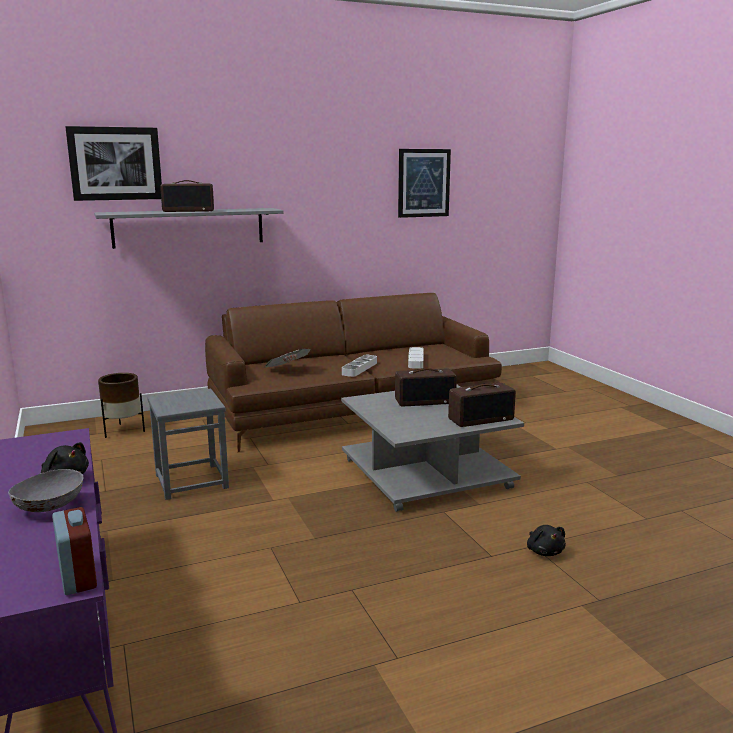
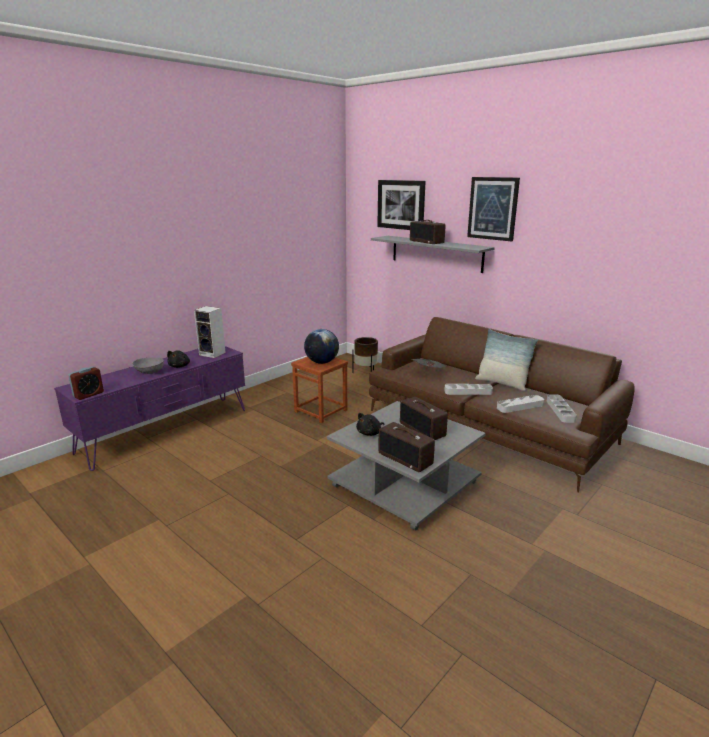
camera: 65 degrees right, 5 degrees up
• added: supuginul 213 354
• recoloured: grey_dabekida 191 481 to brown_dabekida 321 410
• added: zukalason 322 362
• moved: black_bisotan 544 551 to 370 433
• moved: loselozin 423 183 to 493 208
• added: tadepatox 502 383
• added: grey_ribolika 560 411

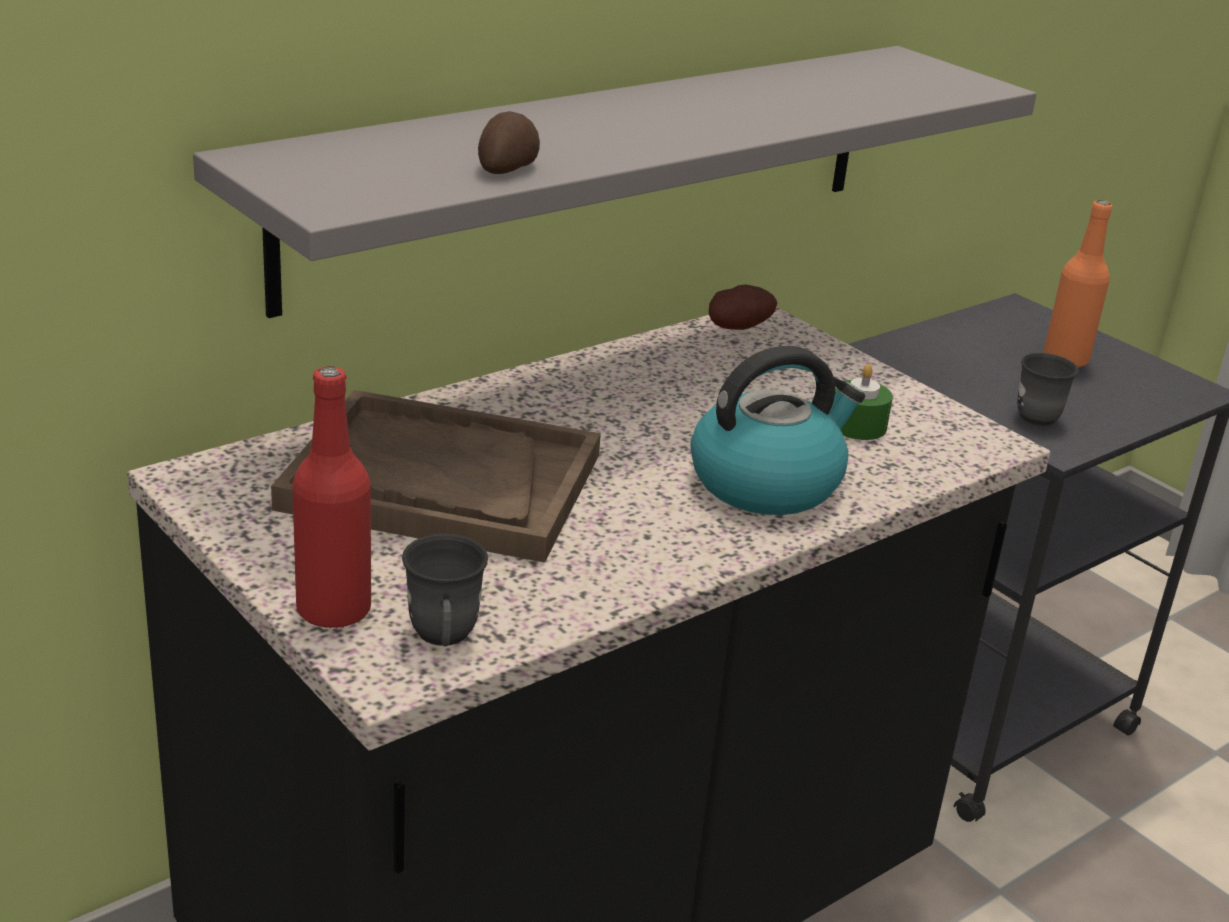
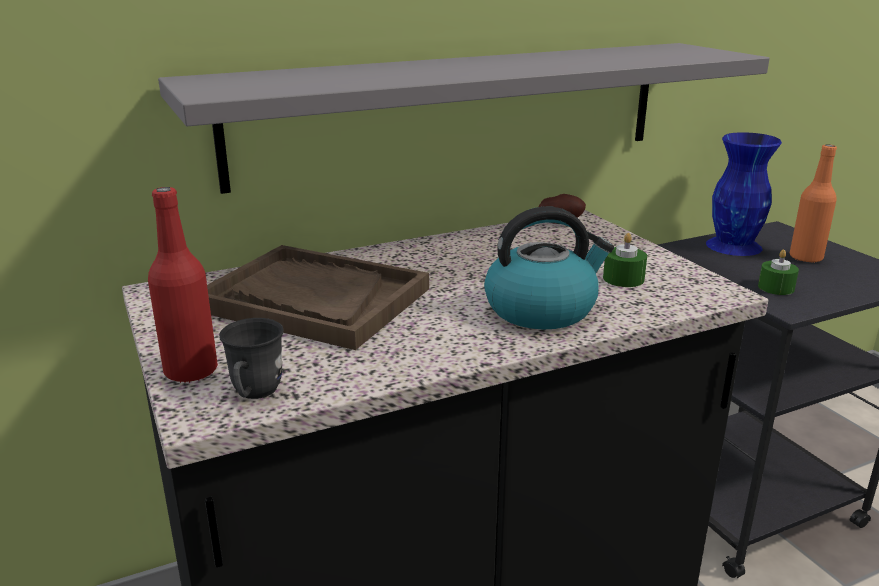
camera: 15 degrees right, 5 degrees down
• added: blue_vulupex 735 246
• replaced: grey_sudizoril 1034 413 to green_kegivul 776 287
• removed: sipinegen 506 167

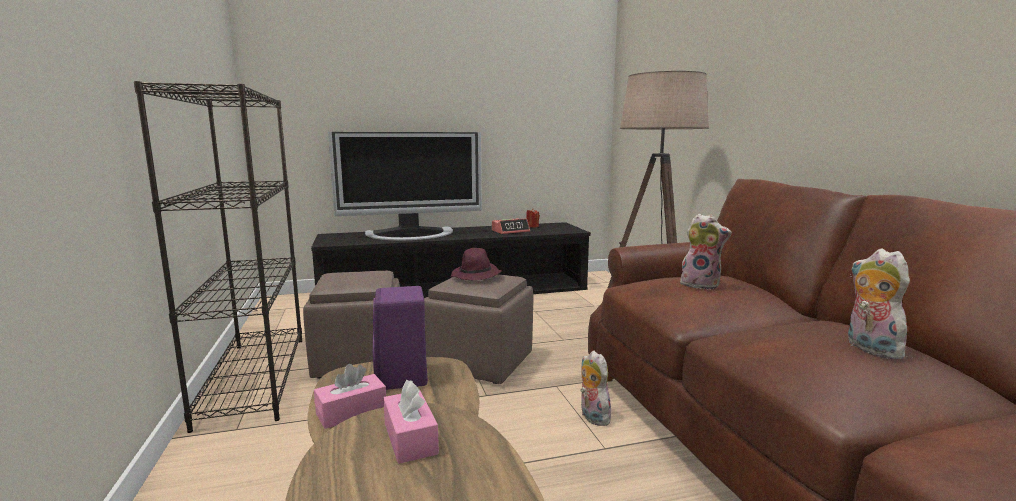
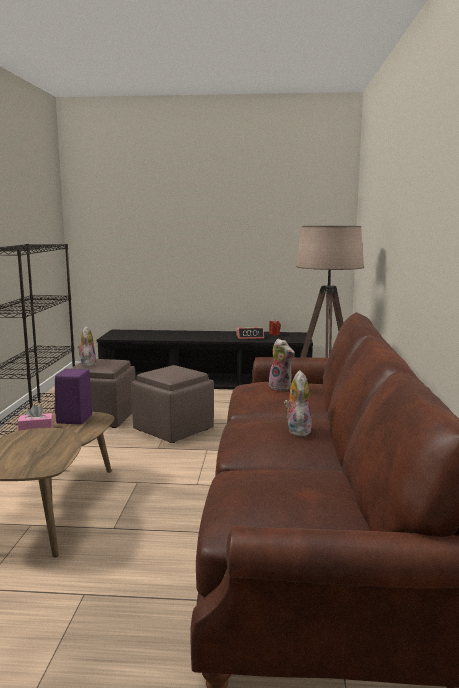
camera: 20 degrees right, 0 degrees up
• moved: bisotan 592 417 to 87 364
• removed: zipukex 410 234
• removed: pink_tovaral 410 438
• removed: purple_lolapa 476 276

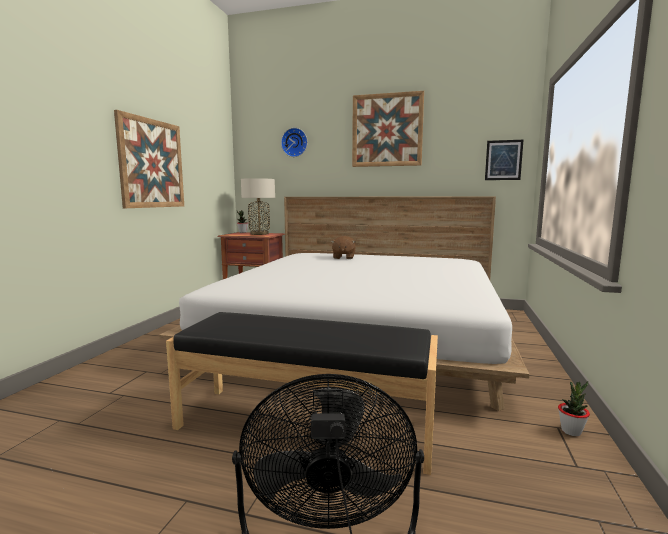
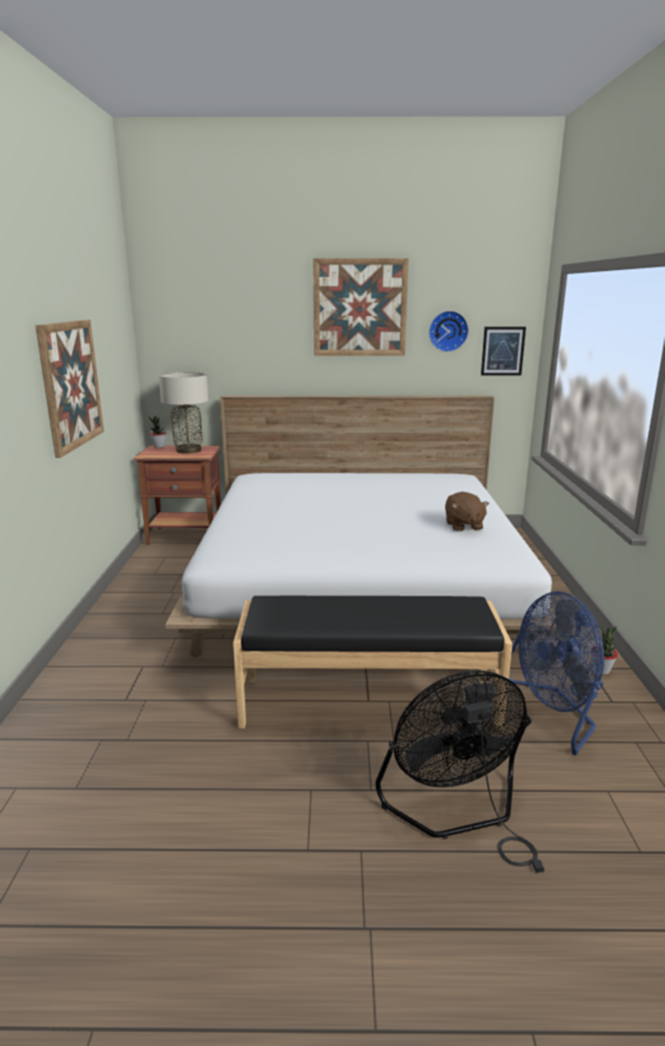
camera: 15 degrees left, 10 degrees up
• moved: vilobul 295 142 to 448 331
• moved: brown_bisotan 343 257 to 463 526
• added: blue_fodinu 557 709

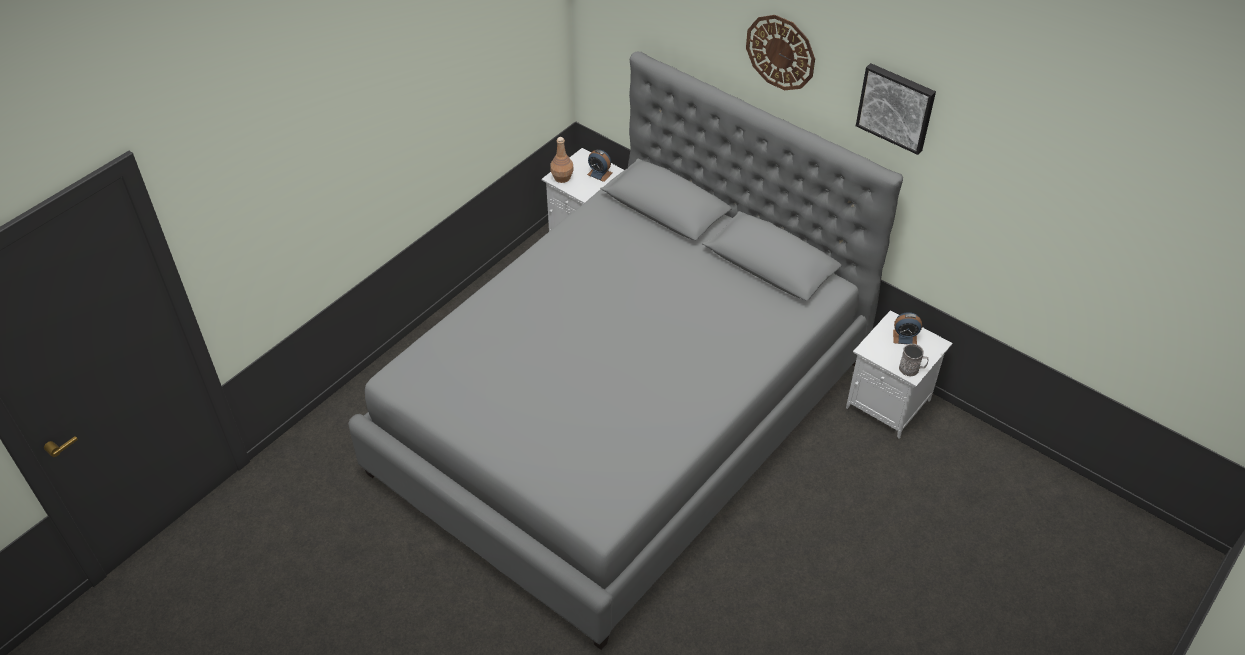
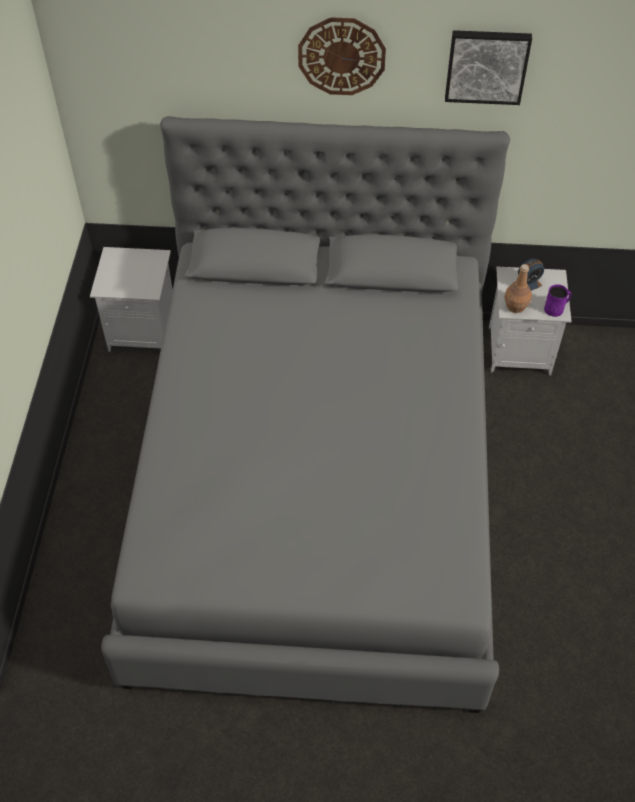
camera: 35 degrees left, 5 degrees up
• moved: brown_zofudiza 562 177 to 515 306
• recoloured: grey_sudizoril 912 369 to purple_sudizoril 556 308
• removed: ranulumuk 599 173

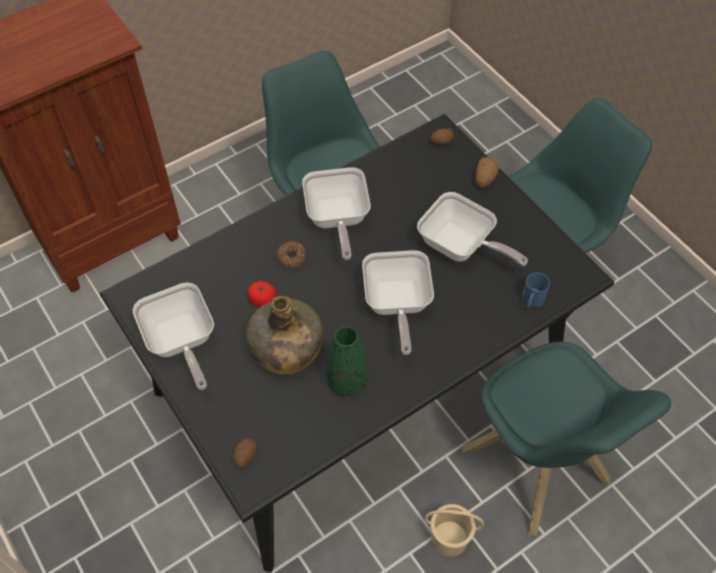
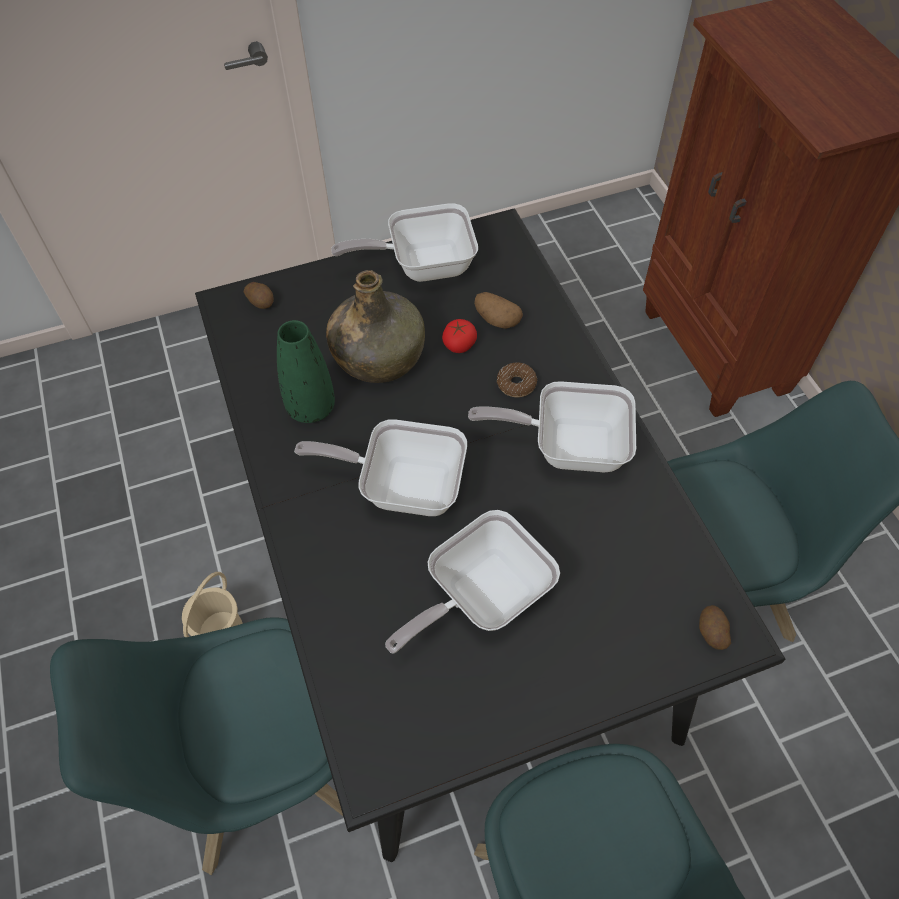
camera: 105 degrees right, 0 degrees up
• moved: sipinegen 484 179 to 496 319
• removed: blue_sudizoril 531 301

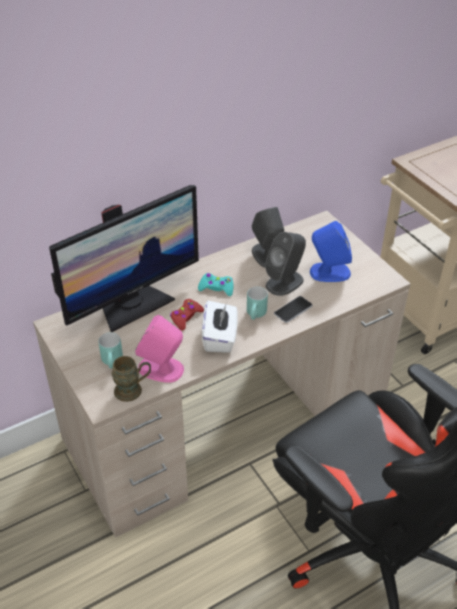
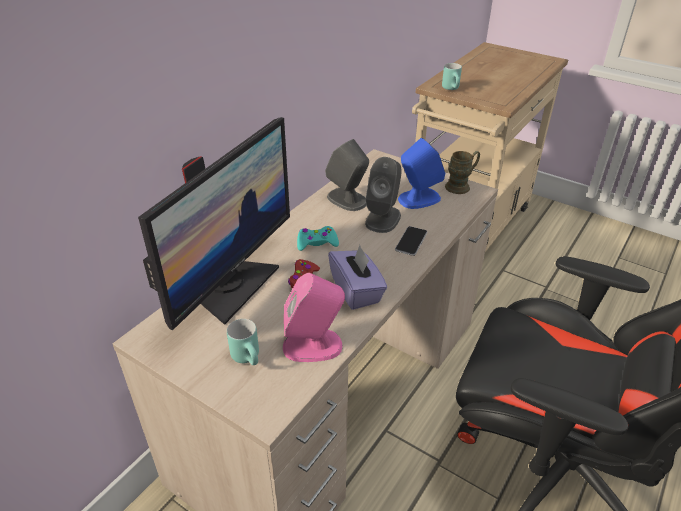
camera: 25 degrees left, 5 degrees down
• recoloured: white_tovaral 220 338 to purple_tovaral 356 291
• moved: turquoise_sudizoril 257 315 to 452 89
• moved: brown_sudizoril 133 390 to 461 186

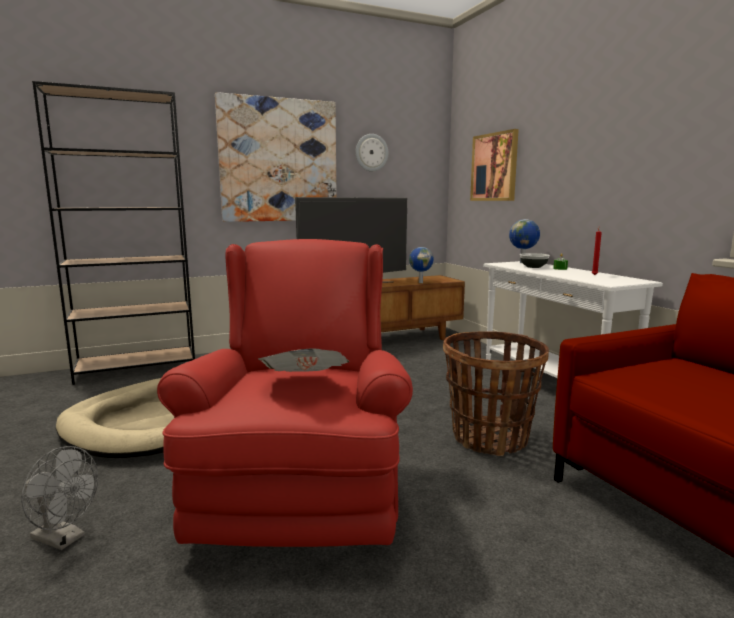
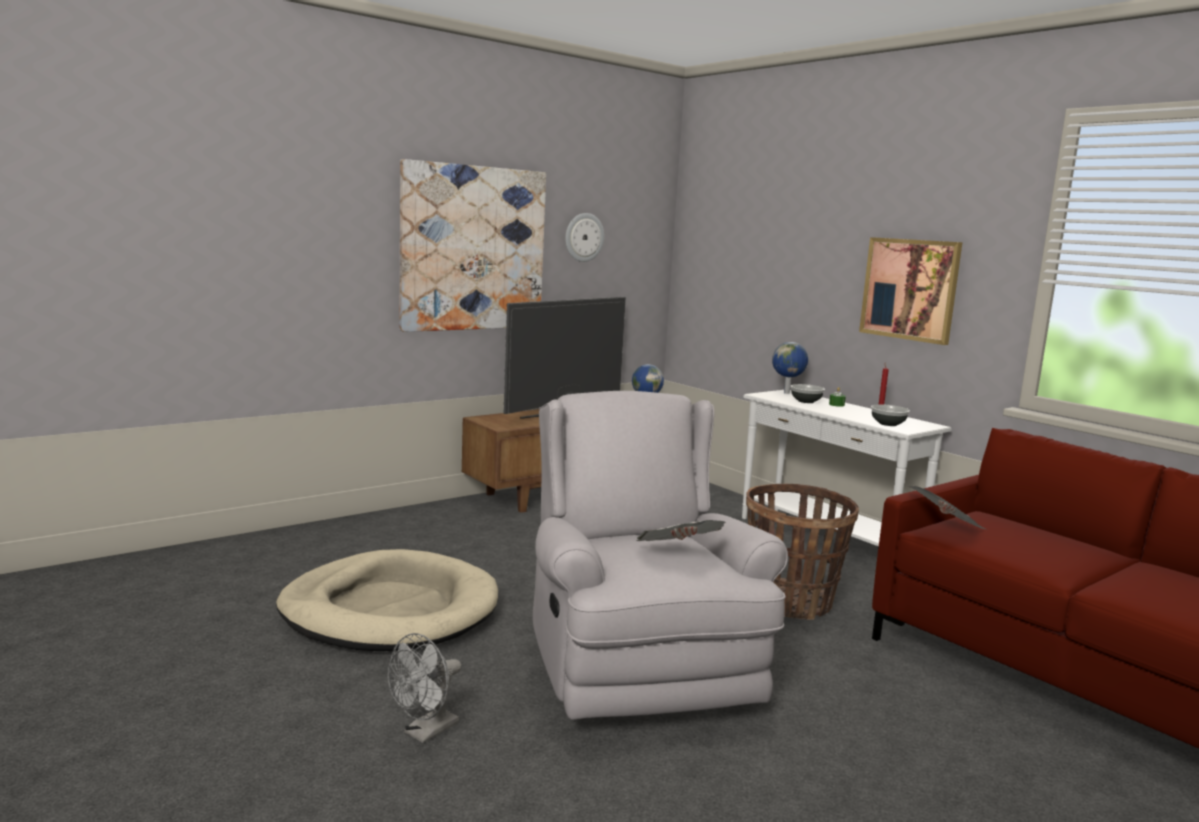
camera: 15 degrees left, 0 degrees up
• turned: grey_fodinu 64 539 = 425 732 120 degrees clockwise
• recoloured: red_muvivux 302 493 to grey_muvivux 636 670
• moved: loselozin 494 167 to 910 289
• added: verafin 888 424
• added: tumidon 946 528
• removed: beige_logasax 137 368

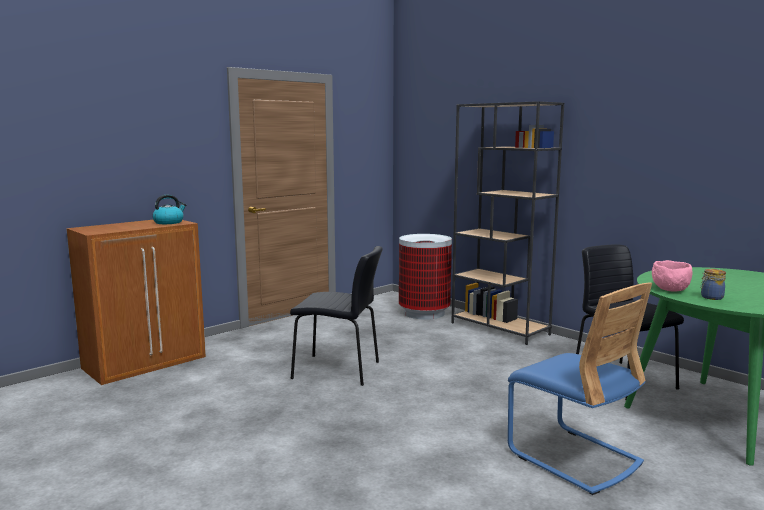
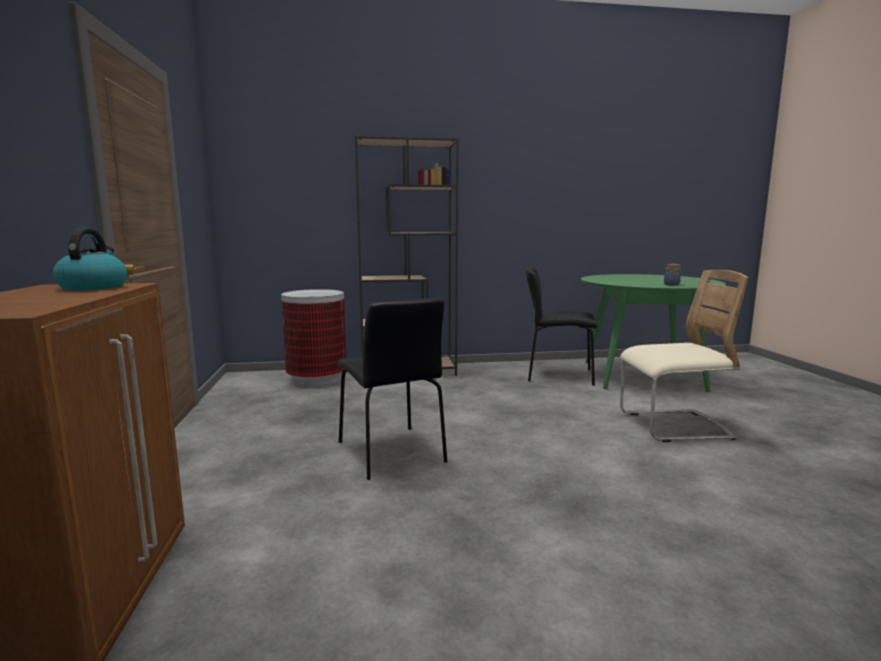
camera: 55 degrees left, 0 degrees up
• turned: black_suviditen 339 370 = 392 453 105 degrees clockwise
• recoloured: blue_suviditen 573 457 to beige_suviditen 673 426
• removed: pink_verafin 669 289

